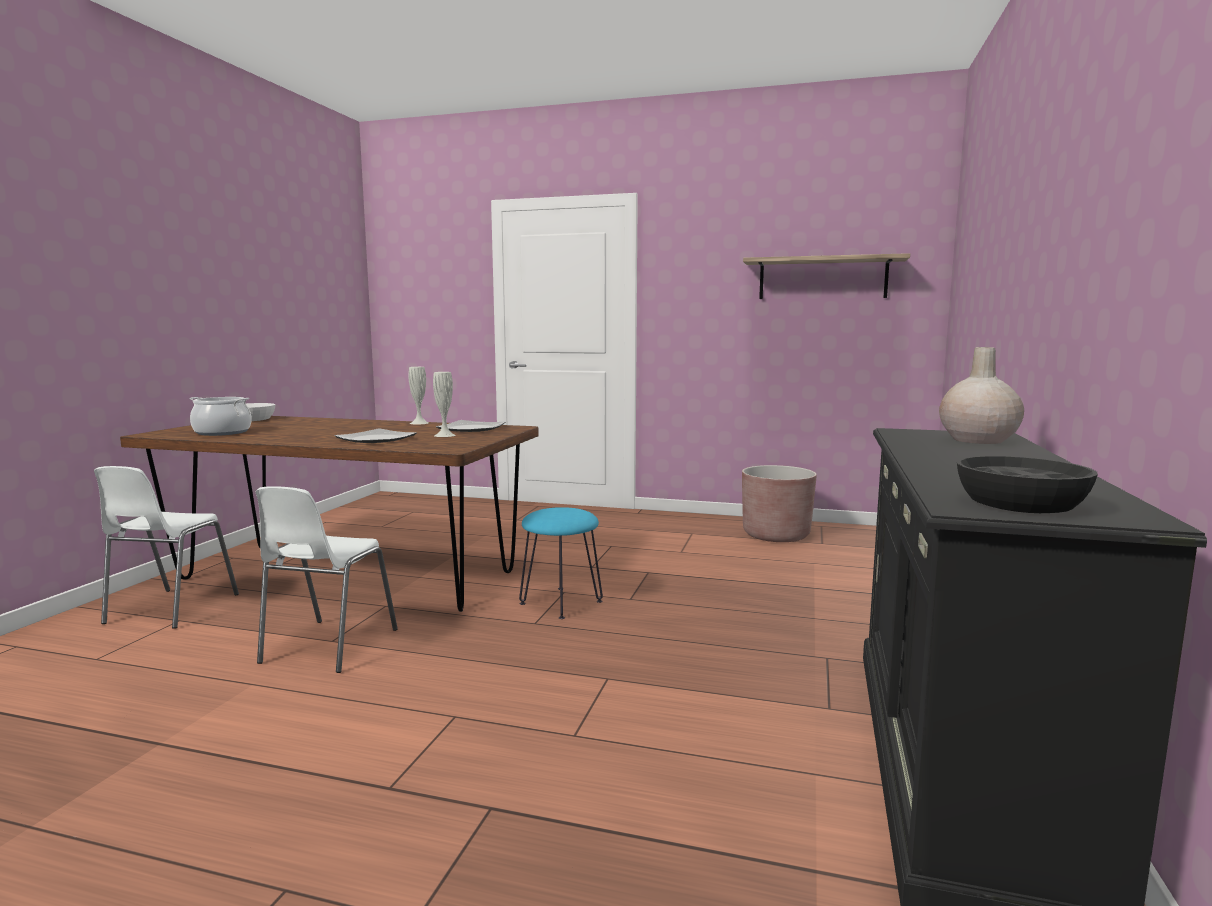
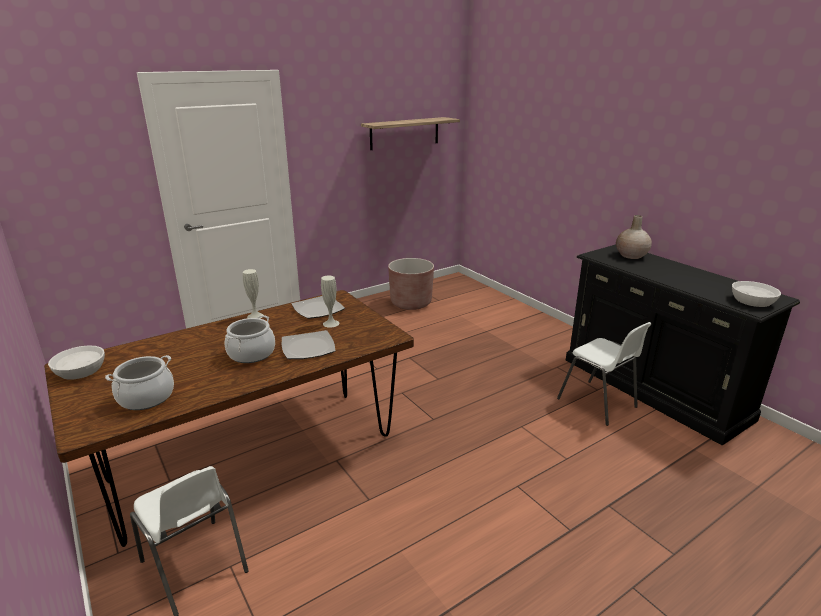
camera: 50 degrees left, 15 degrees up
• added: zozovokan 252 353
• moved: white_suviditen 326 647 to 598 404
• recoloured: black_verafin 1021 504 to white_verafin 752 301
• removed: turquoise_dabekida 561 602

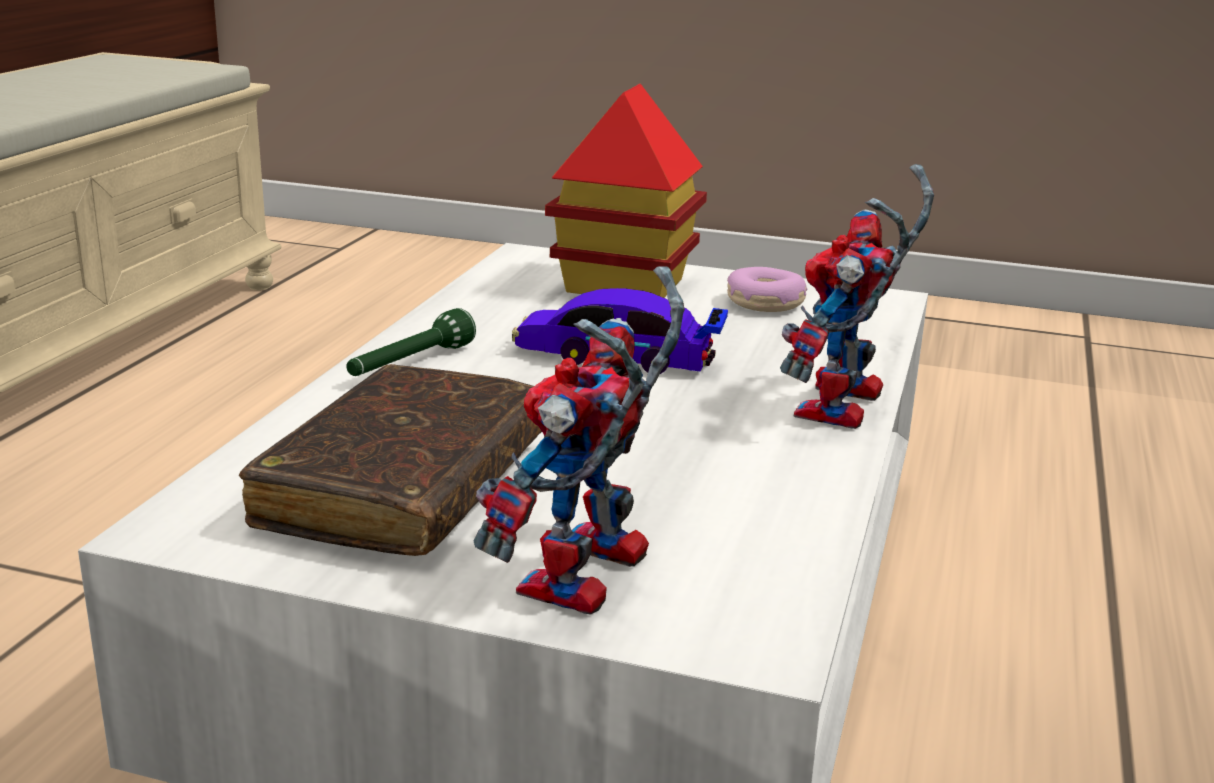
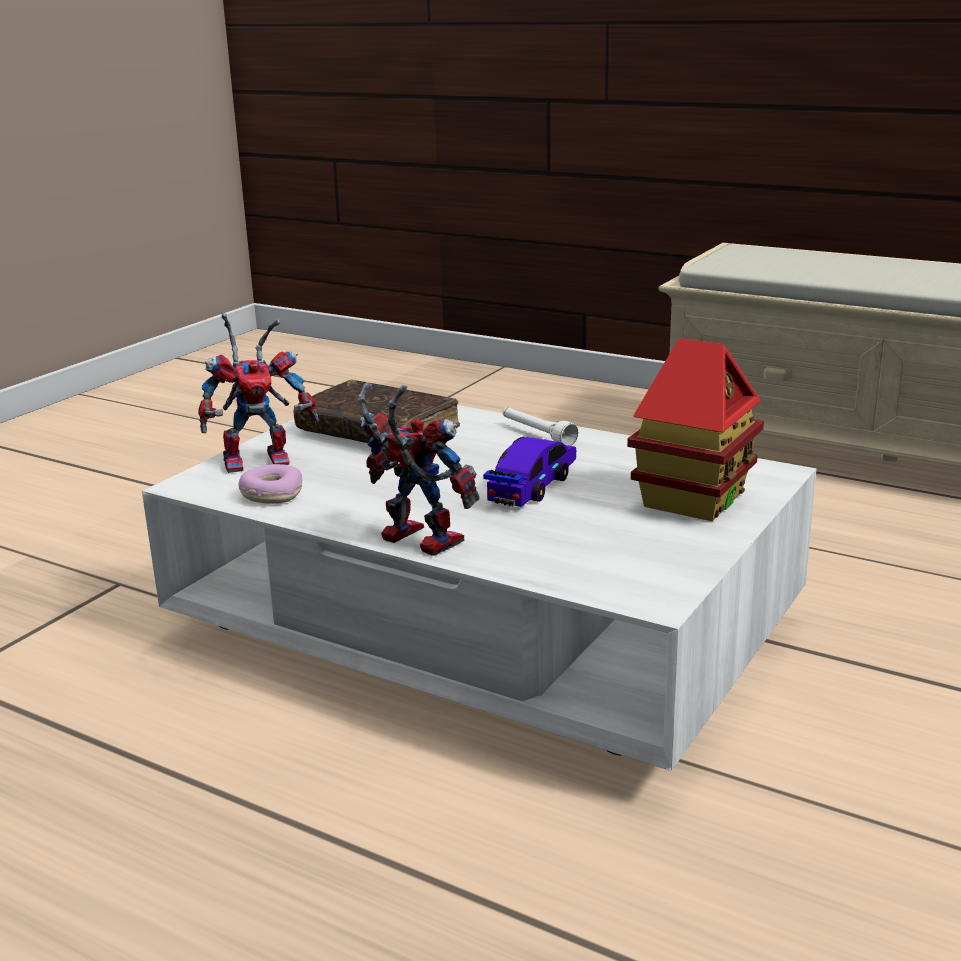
camera: 105 degrees right, 0 degrees up
• turned: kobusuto 588 583 = 261 459 120 degrees clockwise
• moved: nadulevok 765 303 to 272 494
• recoloured: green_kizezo 410 364 to white_kizezo 536 434

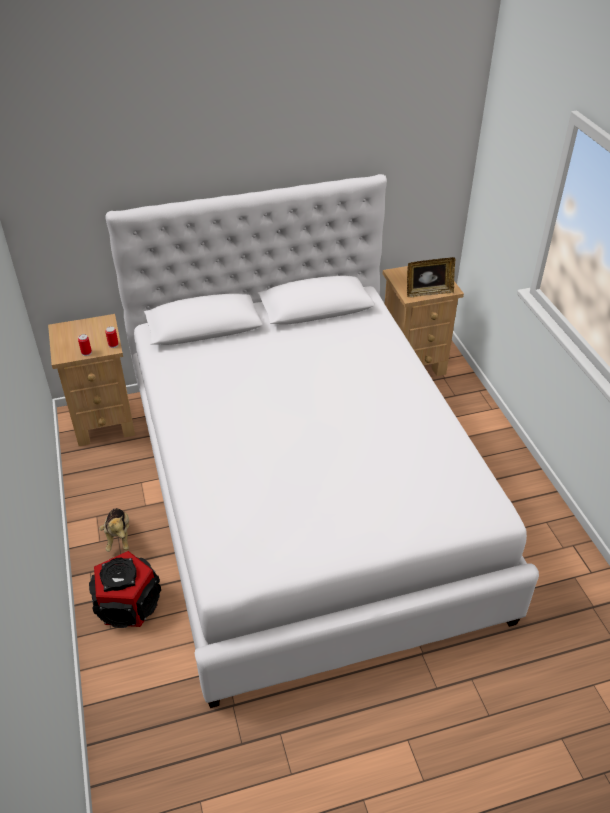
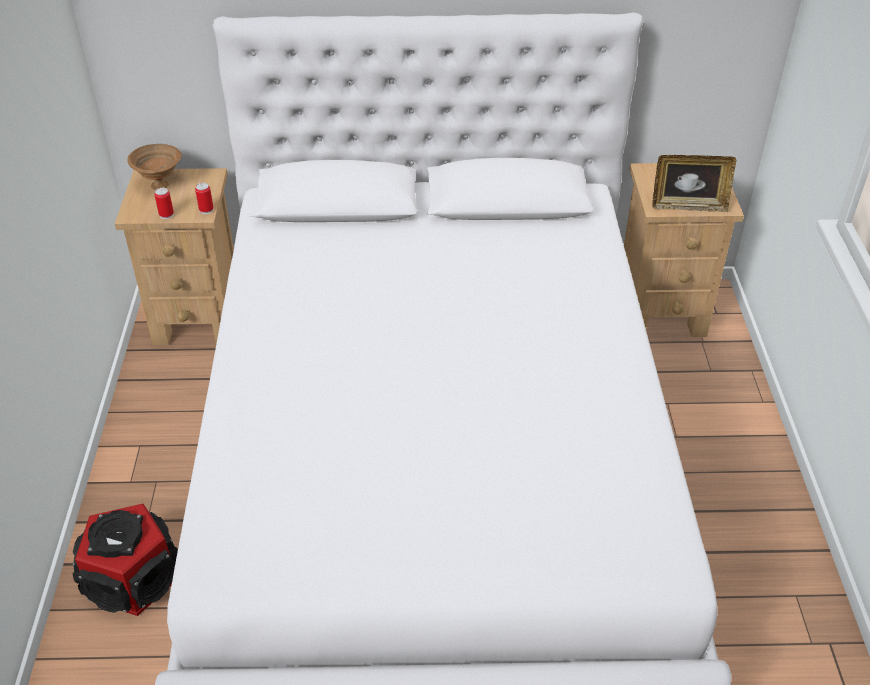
camera: 15 degrees right, 0 degrees up
• added: brown_verafin 160 185
• removed: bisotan 118 536

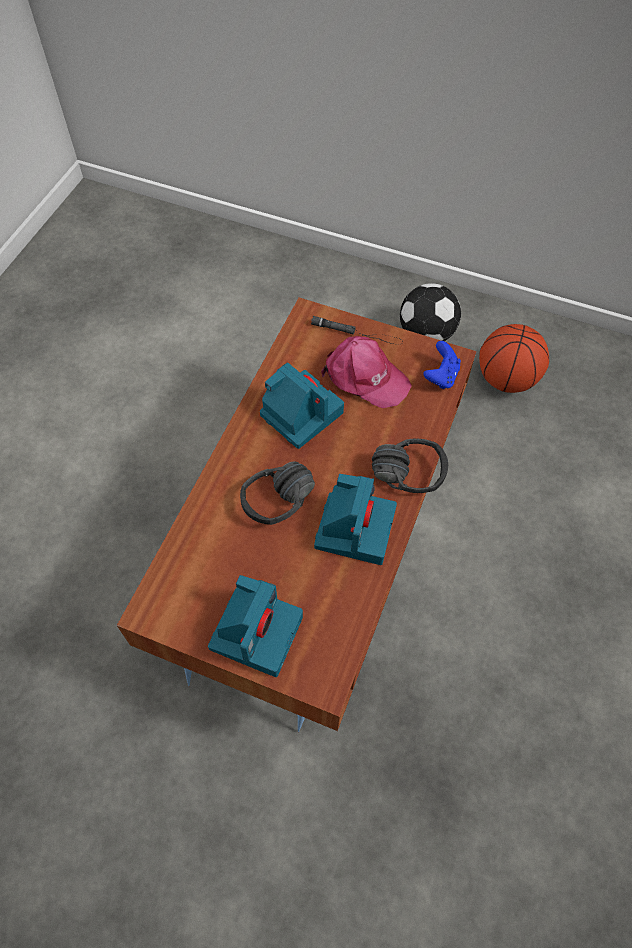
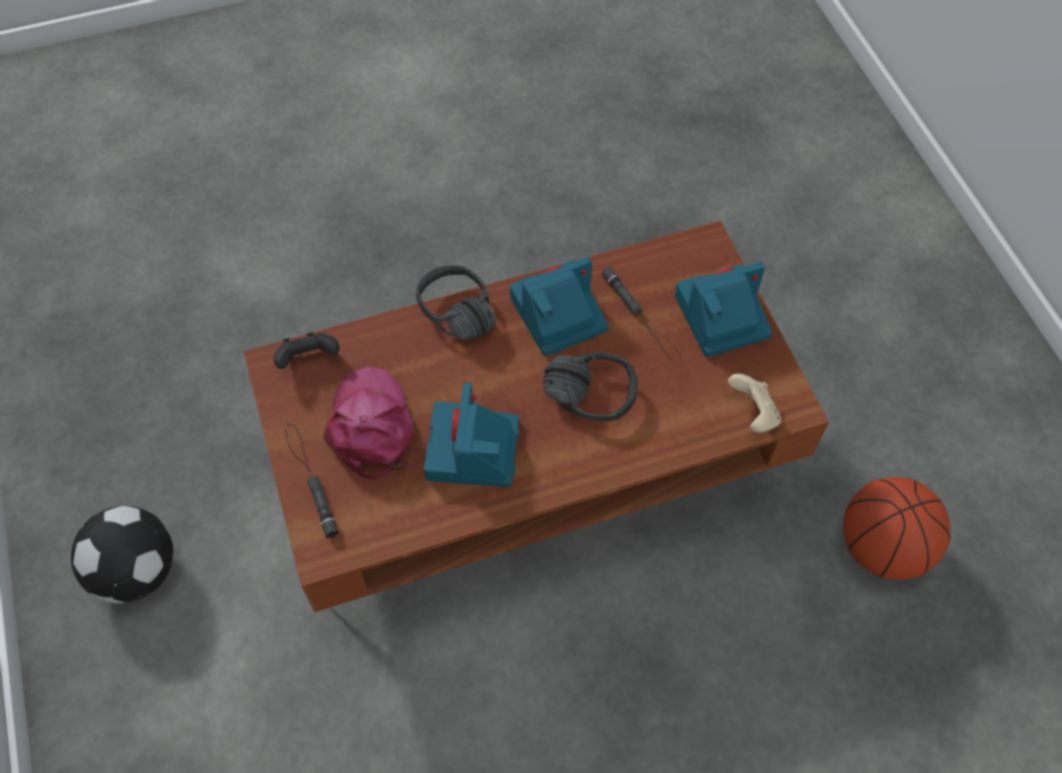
camera: 130 degrees left, 0 degrees up
• recoloured: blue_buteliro 441 376 to black_buteliro 309 360
• added: black_kizezo 641 317
• added: beige_buteliro 753 414
• moved: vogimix 506 380 to 882 547

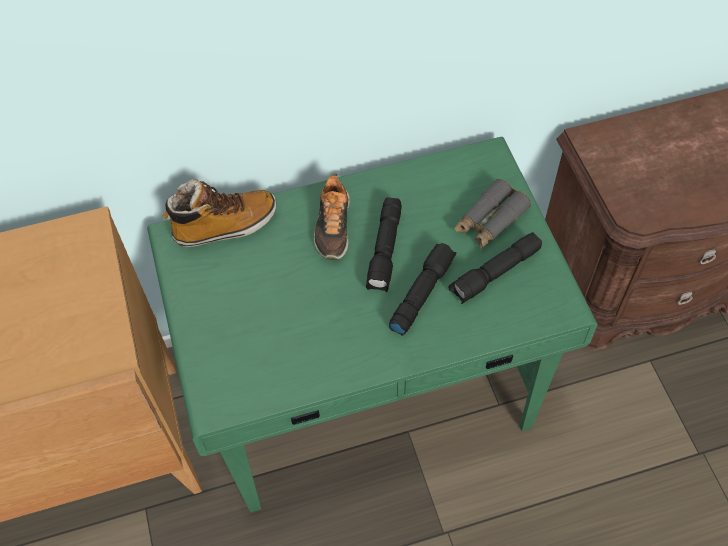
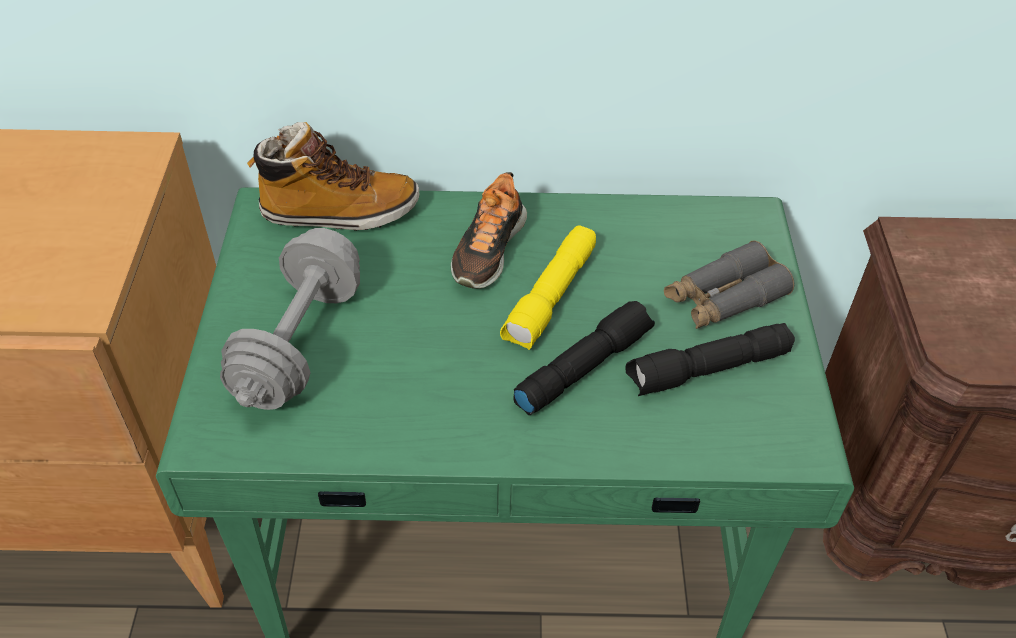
camera: 15 degrees right, 10 degrees down
• added: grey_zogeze 299 343
• recoloured: black_kizezo 386 251 to yellow_kizezo 551 298

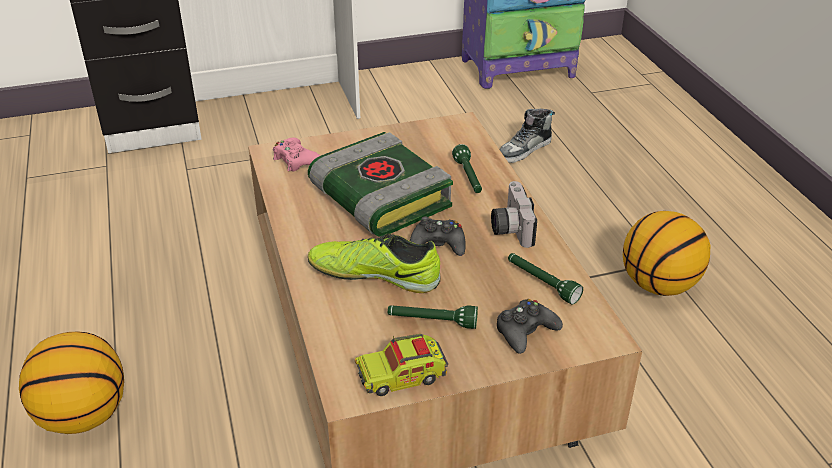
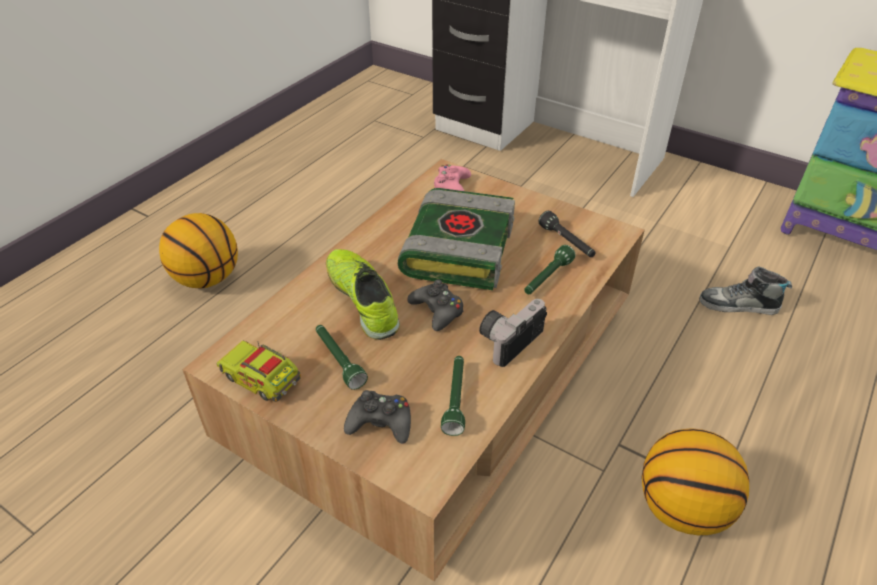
camera: 50 degrees right, 5 degrees up
• added: black_kizezo 567 242

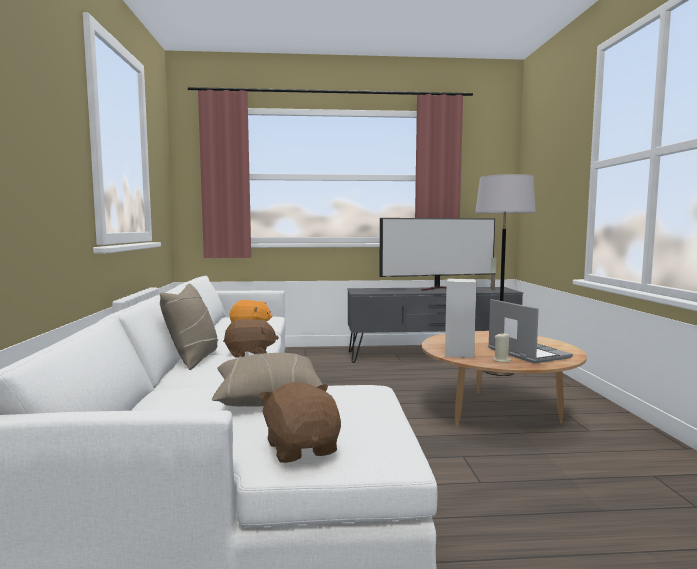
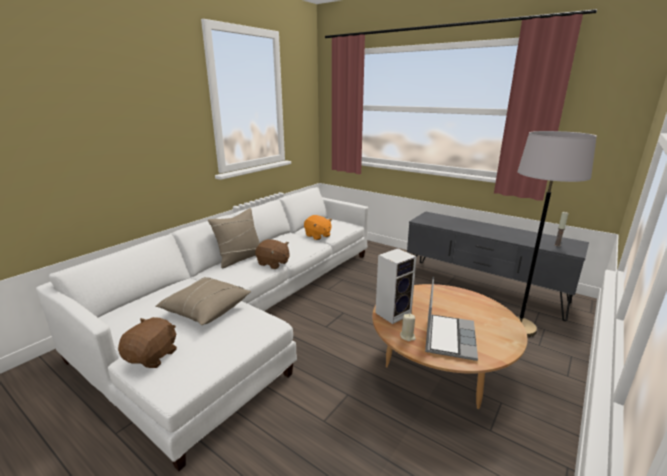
camera: 40 degrees right, 15 degrees up
• removed: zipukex 441 288

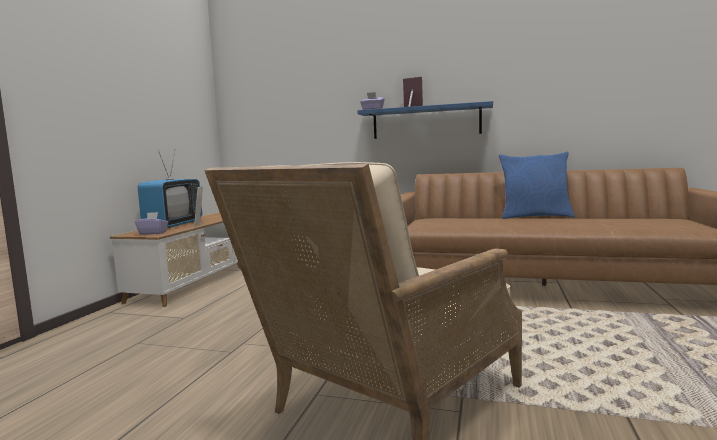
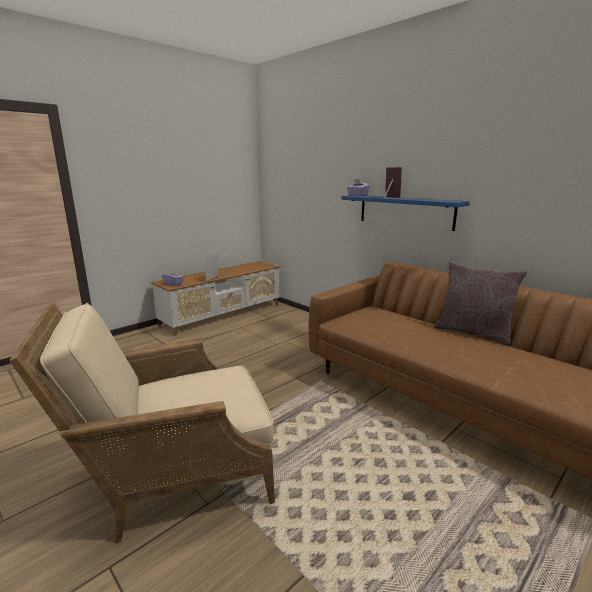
camera: 30 degrees right, 10 degrees up
• recoloured: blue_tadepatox 535 216 to grey_tadepatox 473 332
• removed: zipukex 173 225

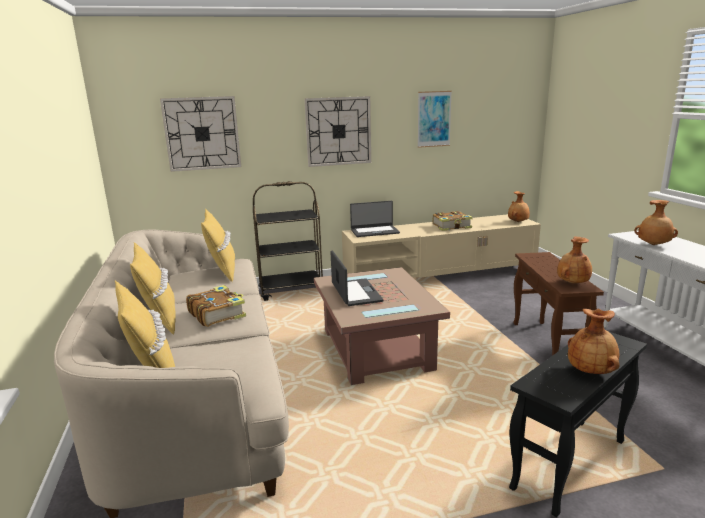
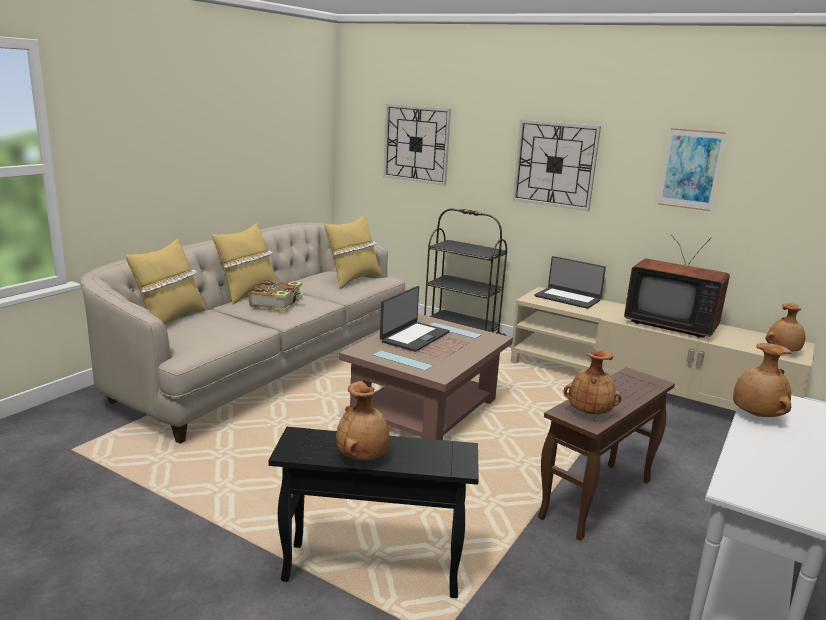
camera: 45 degrees right, 0 degrees up
• replaced: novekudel 452 226 to zipukex 670 324

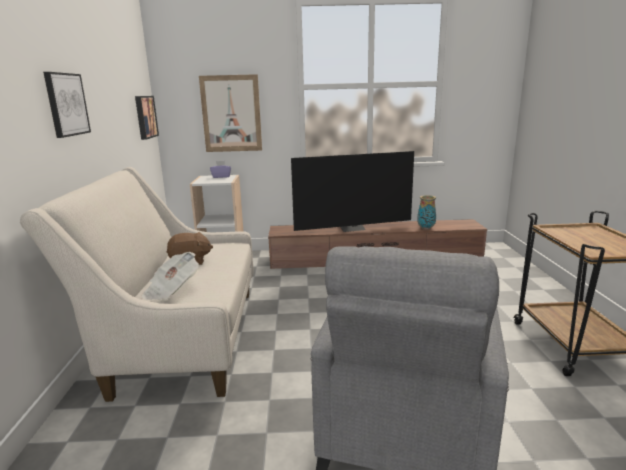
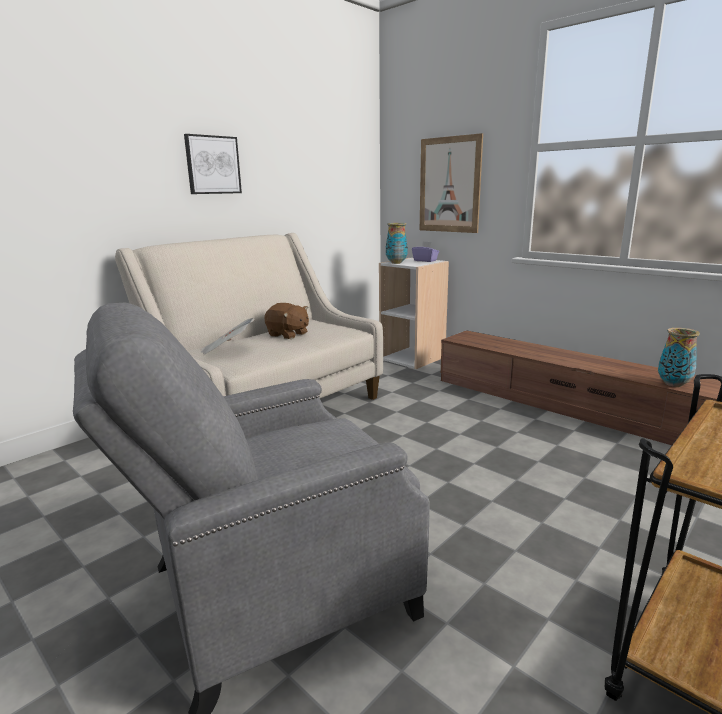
camera: 45 degrees right, 0 degrees up
• added: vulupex 396 263
• removed: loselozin 145 117
• removed: zipukex 352 228

